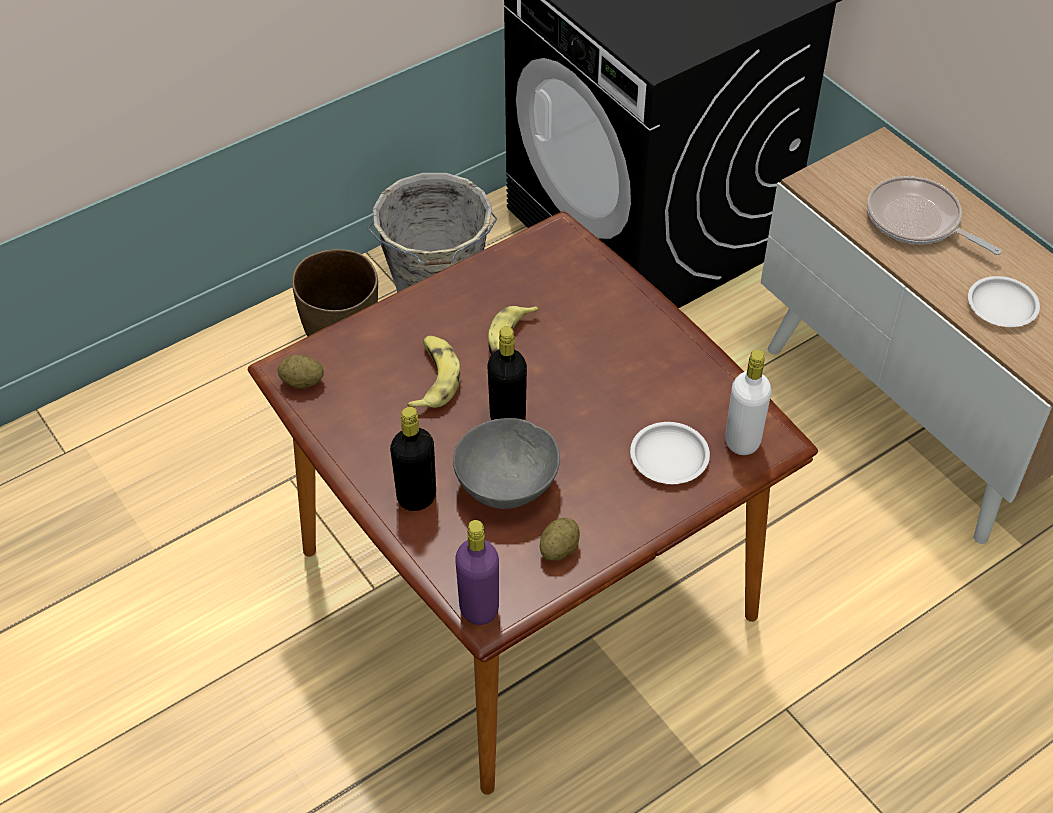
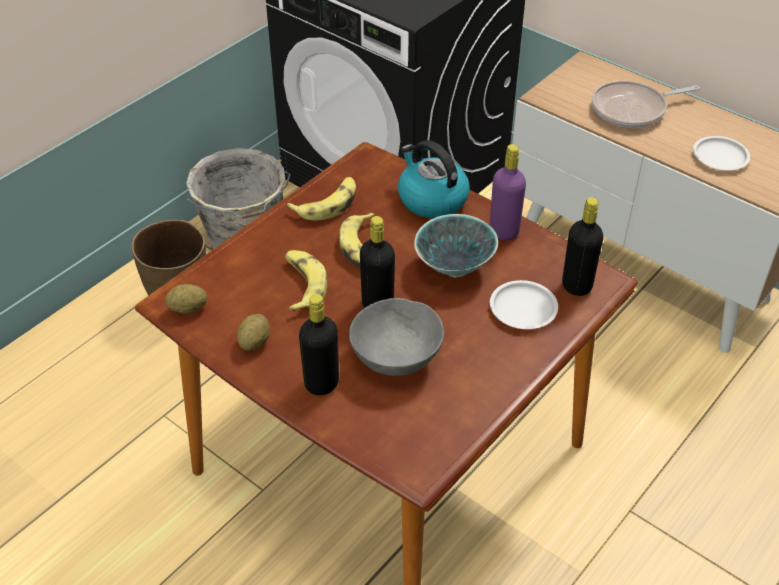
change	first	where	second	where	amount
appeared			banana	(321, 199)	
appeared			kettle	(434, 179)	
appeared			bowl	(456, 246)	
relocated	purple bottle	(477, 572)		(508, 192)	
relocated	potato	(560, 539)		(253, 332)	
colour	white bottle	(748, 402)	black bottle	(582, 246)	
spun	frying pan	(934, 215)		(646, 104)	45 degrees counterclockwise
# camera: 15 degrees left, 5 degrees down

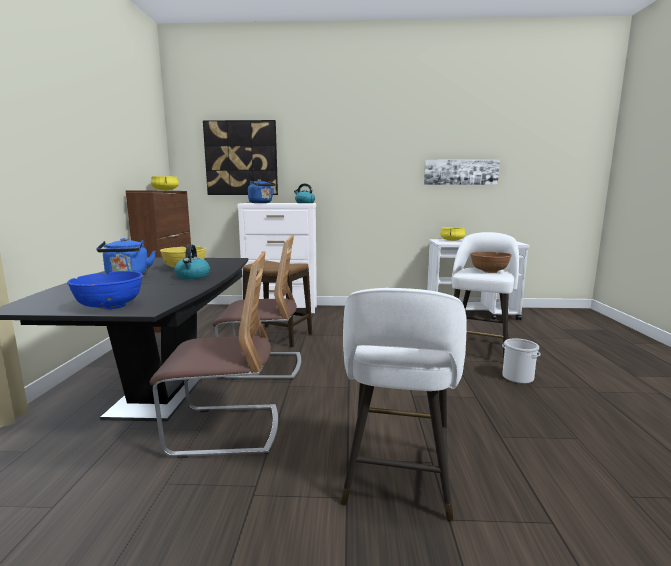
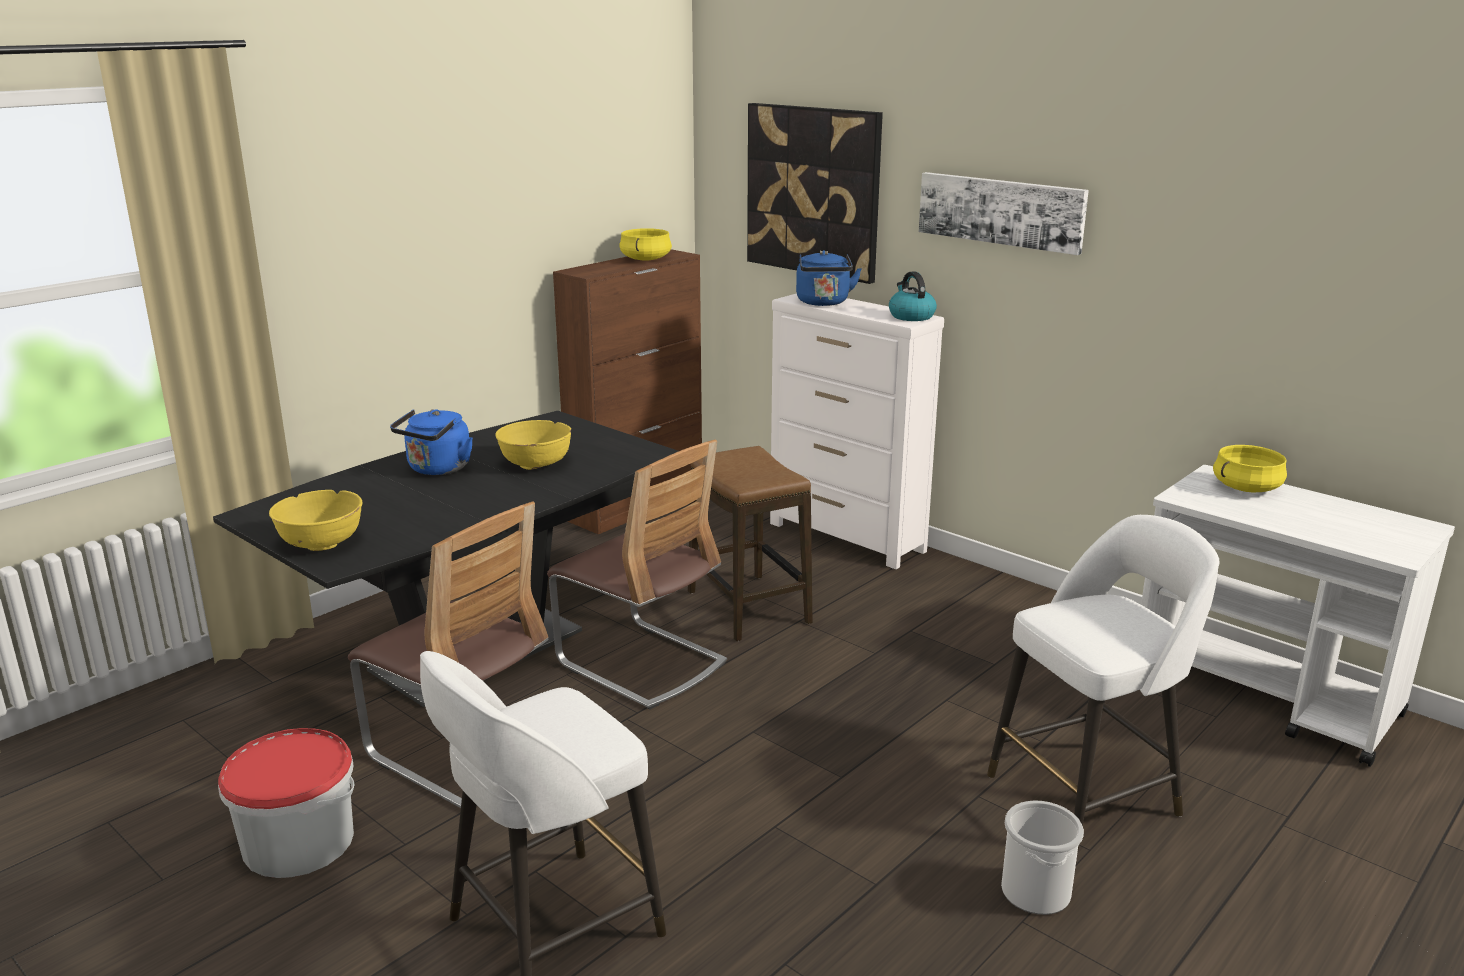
change	first	where	second	where	amount
missing	kettle	(192, 262)			
missing	brown bowl	(491, 262)			
appeared			bucket	(286, 803)	
relocated	picture	(462, 172)		(1004, 213)	
colour	blue bowl	(105, 290)	yellow bowl	(315, 520)	
# camera: 40 degrees right, 10 degrees up

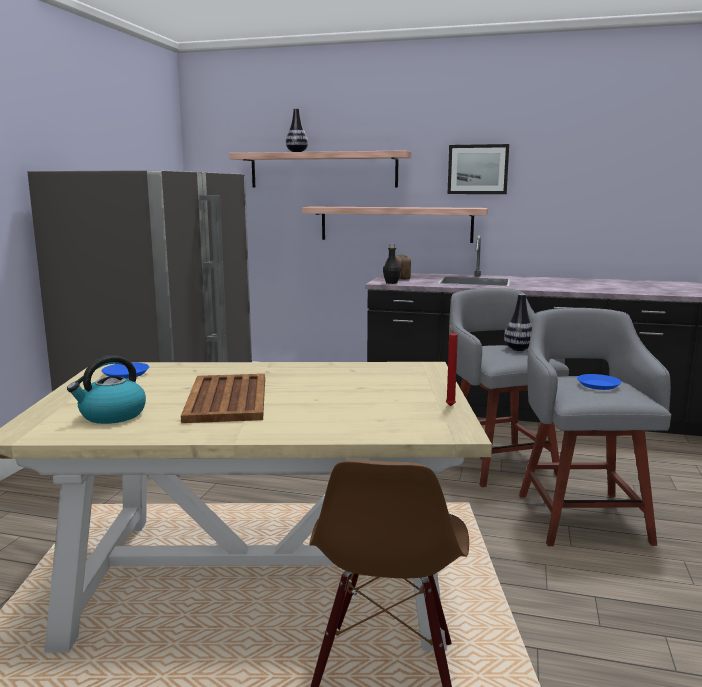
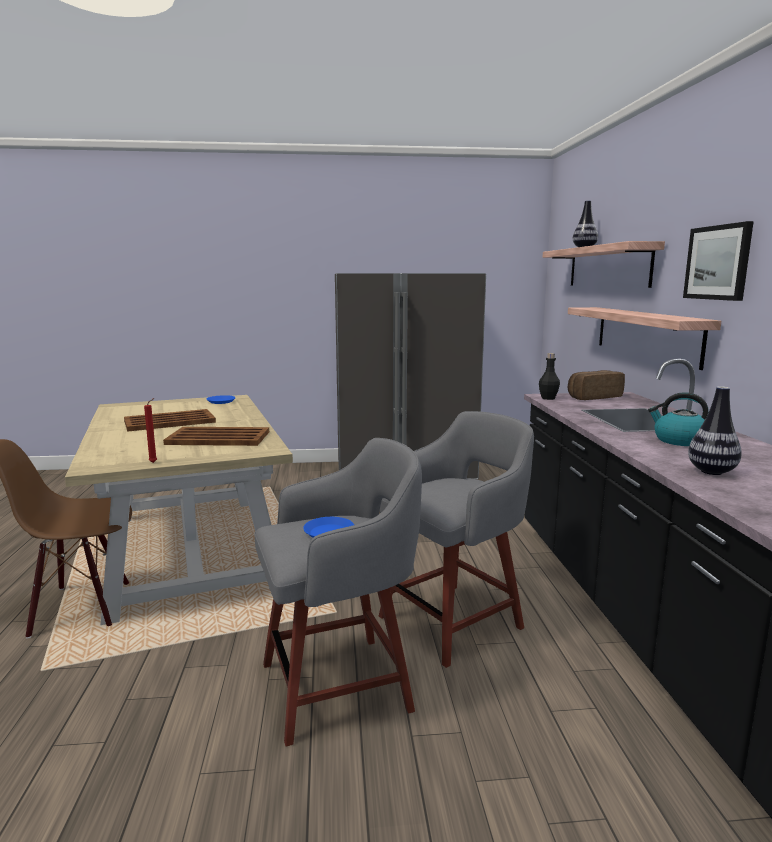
change	first	where	second	where	amount
appeared			brown tray	(216, 436)	
relocated	kettle	(106, 389)		(678, 419)	
relocated	vase	(518, 322)		(715, 430)	
# camera: 70 degrees right, 0 degrees up

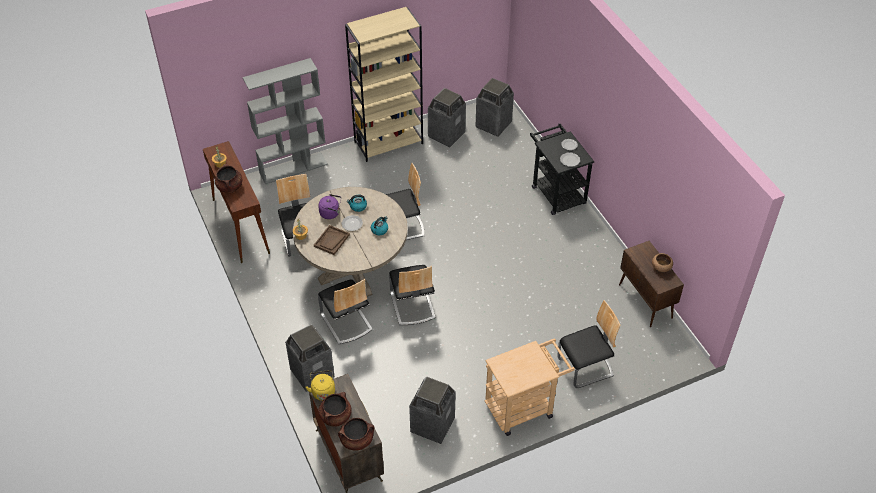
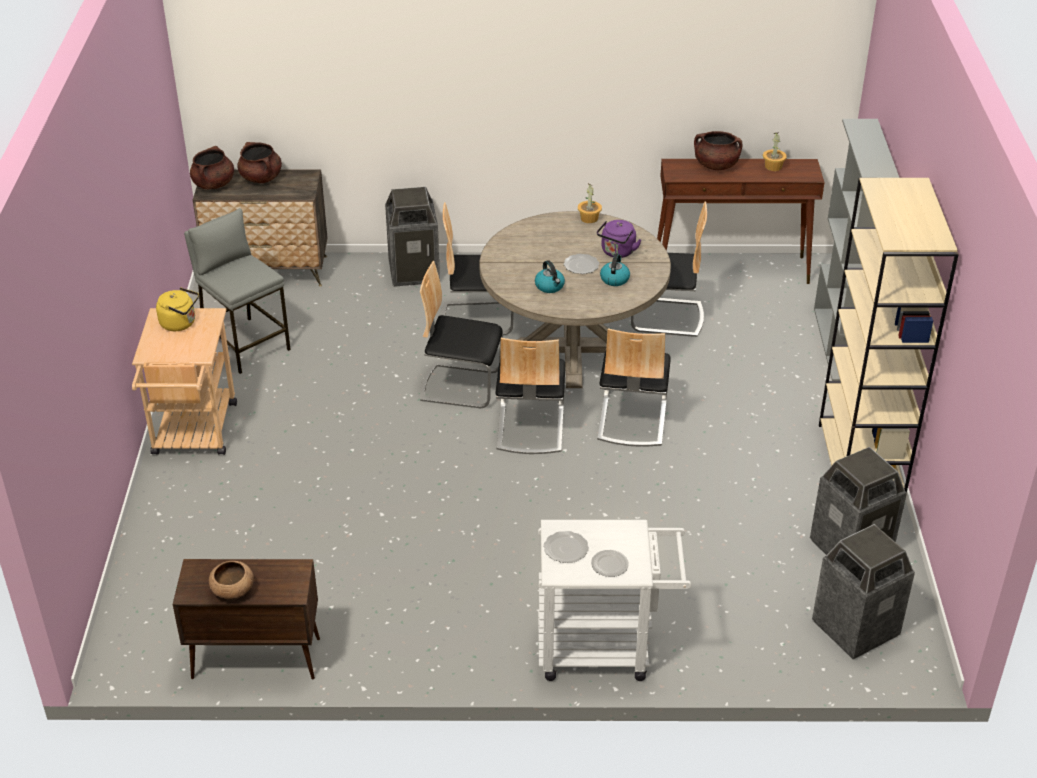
change	first	where	second	where	amount
missing	brown tray	(332, 240)			
relocated	yellow kettle	(320, 385)		(177, 309)	
relocated	chair	(589, 344)		(530, 396)	
exchanged	trash can	(432, 410)	grey stool	(237, 291)	
colour	black cart	(562, 169)	white cart	(614, 600)	
# camera: 115 degrees right, 10 degrees down

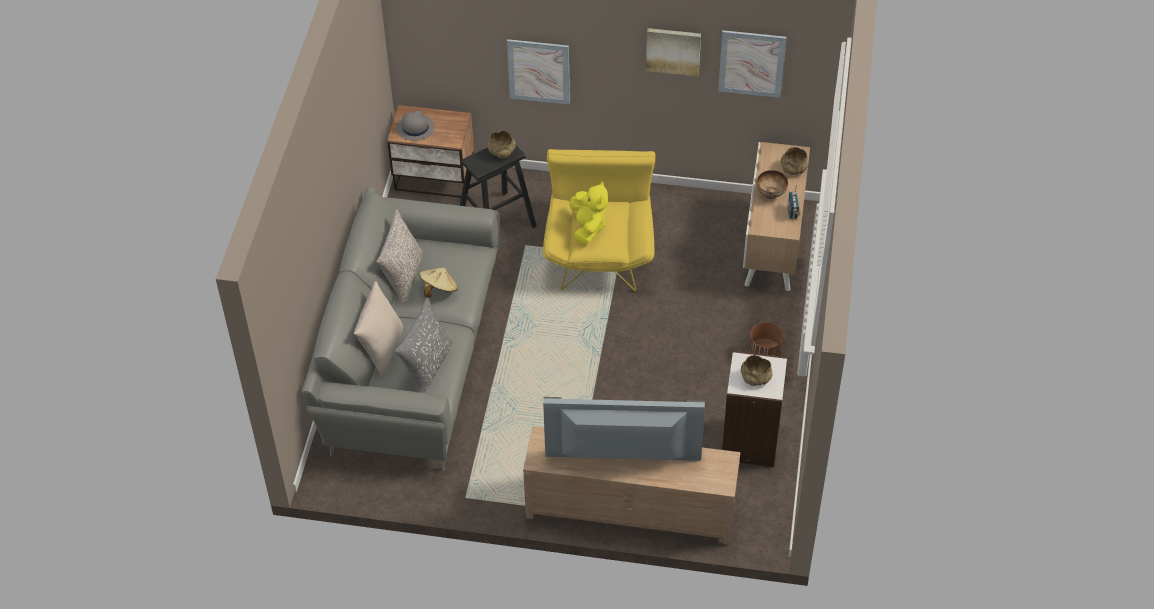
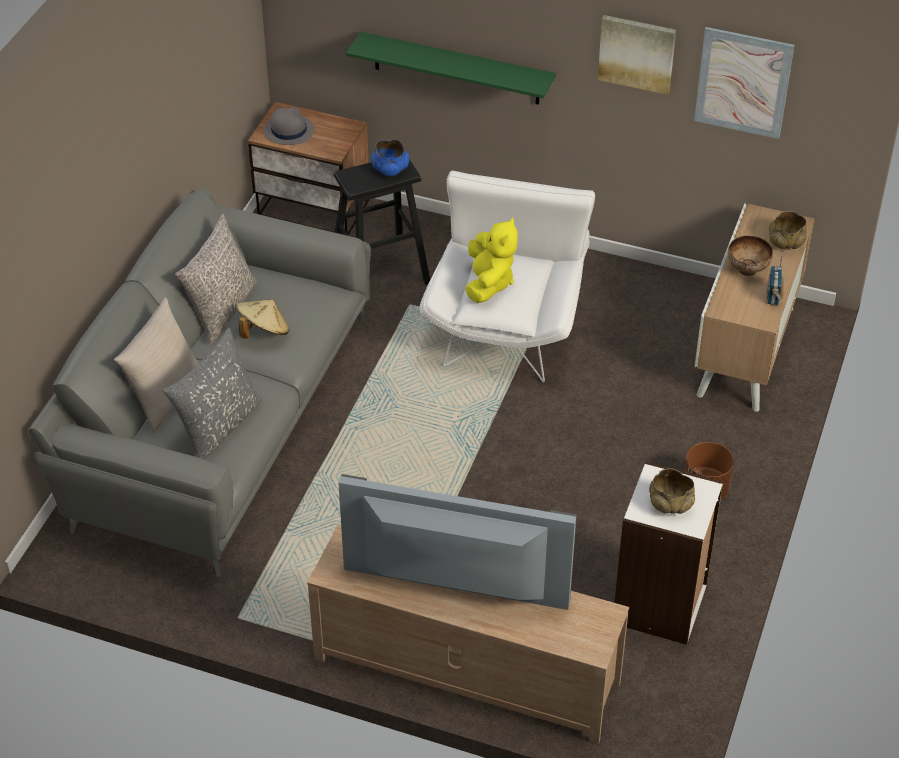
change	first	where	second	where	amount
exchanged	picture	(538, 72)	green shelf	(451, 68)	
colour	beige bowl	(501, 144)	blue bowl	(390, 157)	
colour	yellow armchair	(599, 220)	white armchair	(507, 276)	
# camera: 10 degrees right, 5 degrees down

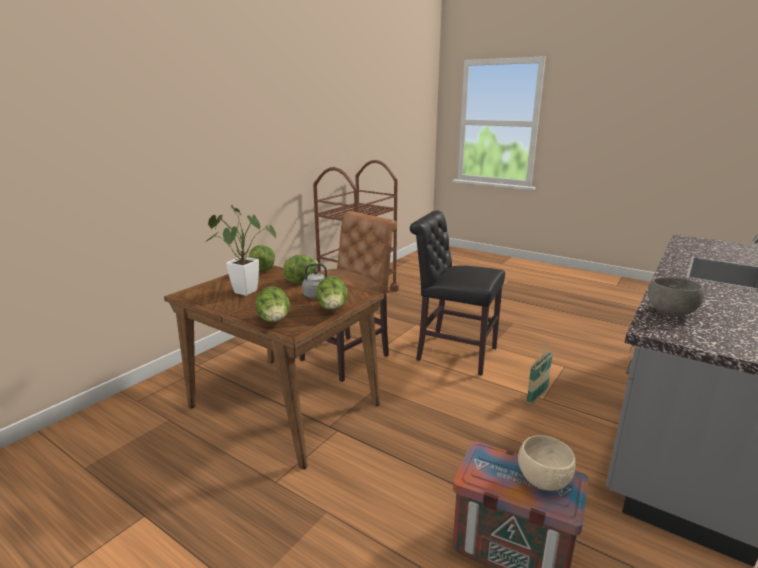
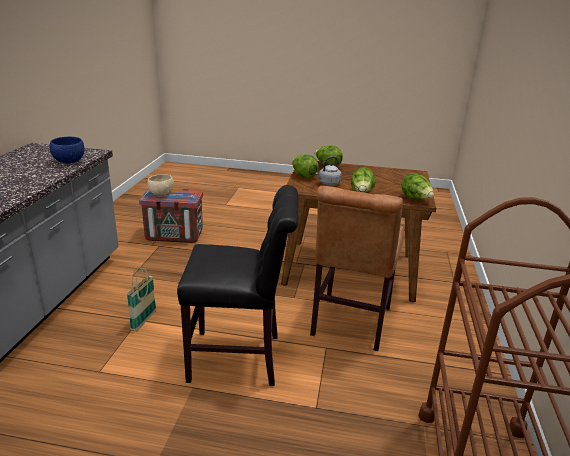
change	first	where	second	where	amount
missing	potted plant	(241, 250)			
colour	grey bowl	(676, 296)	blue bowl	(67, 150)	
# camera: 155 degrees right, 5 degrees up

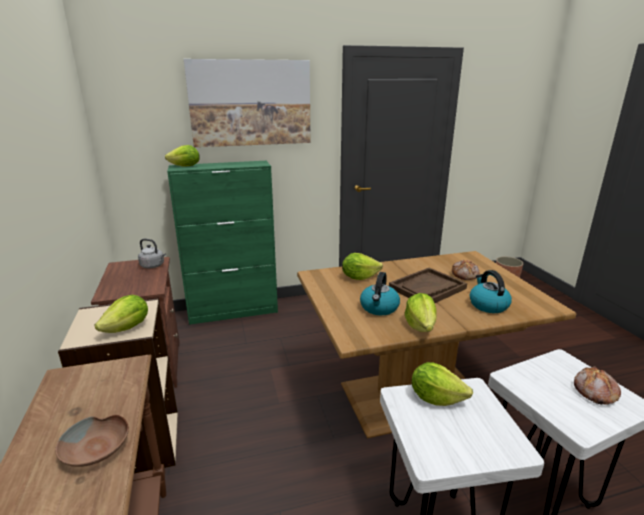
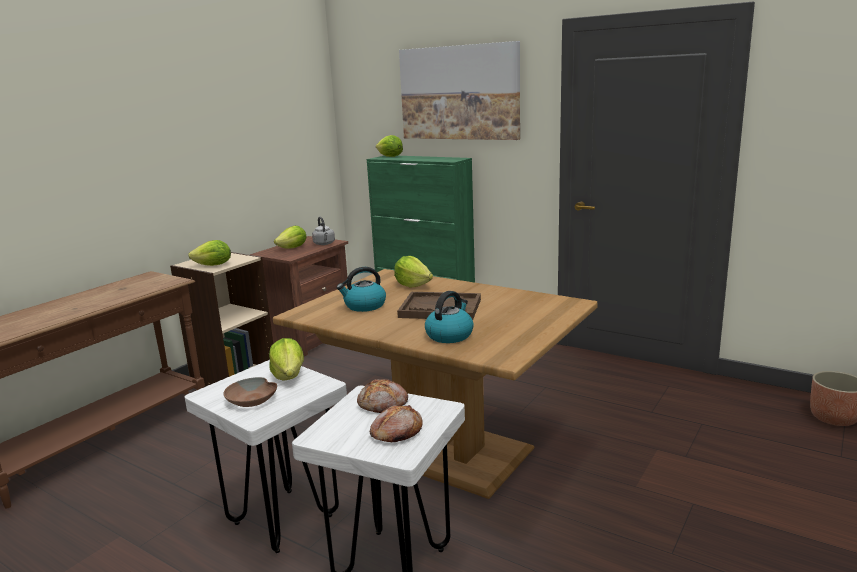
change	first	where	second	where	amount
relocated	brown bowl	(92, 441)		(250, 392)	
relocated	lettuce	(421, 312)		(290, 237)	
relocated	bread	(465, 270)		(382, 396)	
# camera: 50 degrees right, 5 degrees down

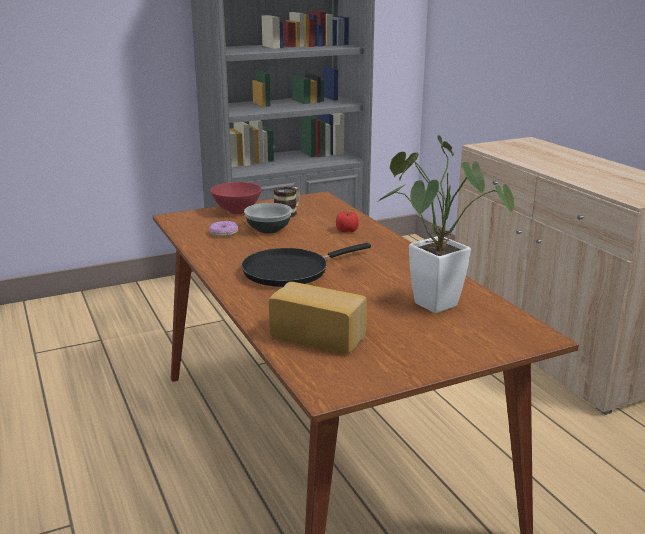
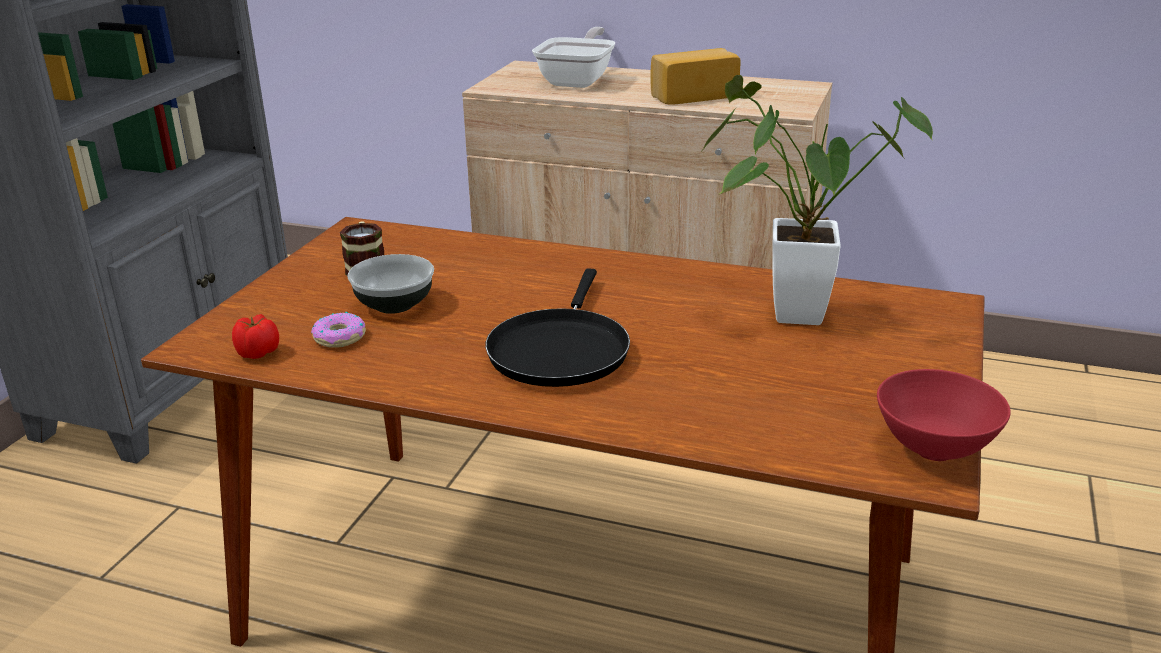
change	first	where	second	where	amount
appeared			frying pan	(573, 57)	
relocated	red bowl	(236, 198)		(944, 415)	
relocated	bread	(318, 318)		(695, 76)	
relocated	tomato	(347, 222)		(255, 336)	
# camera: 45 degrees left, 5 degrees up

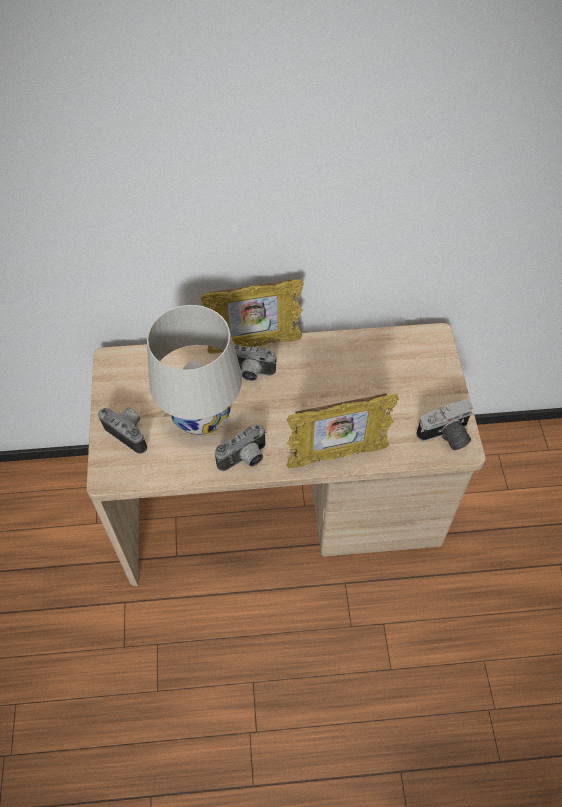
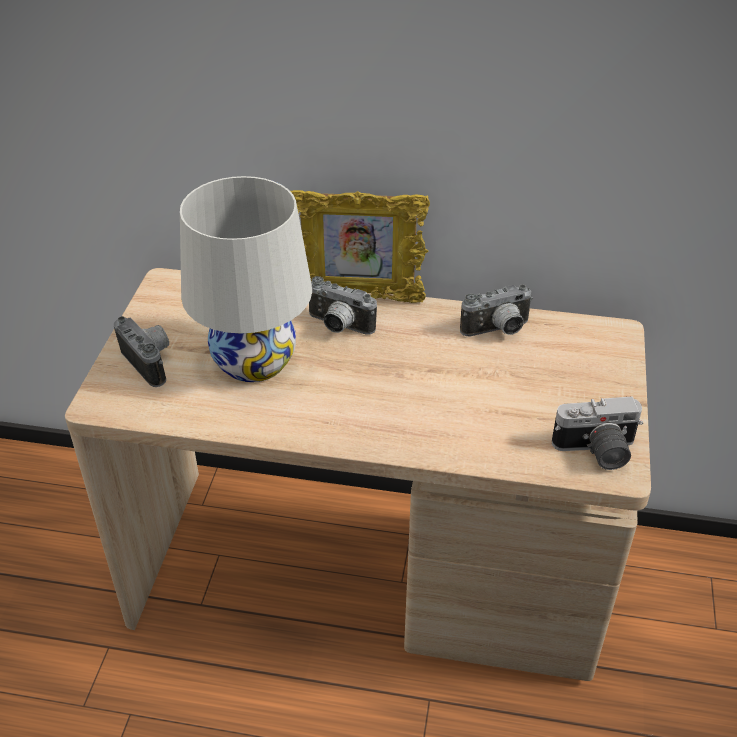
change	first	where	second	where	amount
missing	picture frame	(342, 431)			
relocated	photo camera	(241, 448)		(496, 310)	
# camera: 15 degrees right, 15 degrees down

